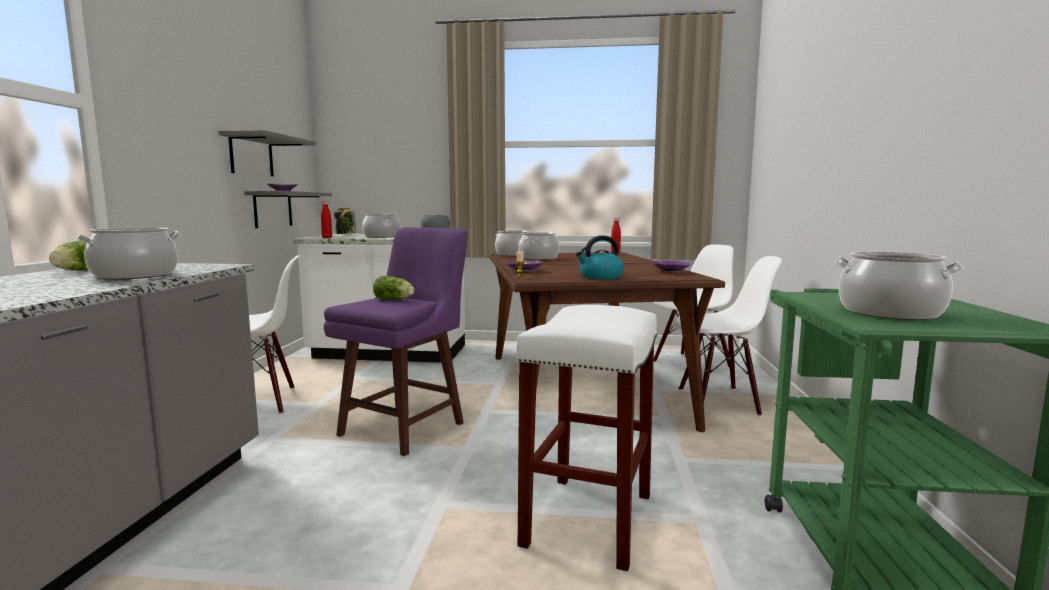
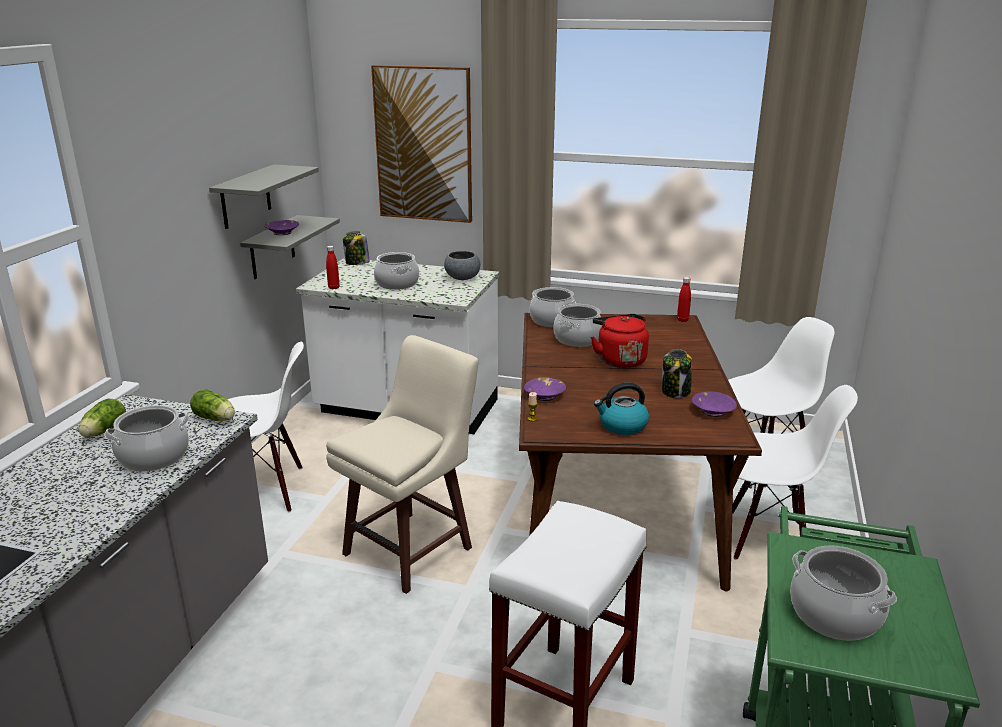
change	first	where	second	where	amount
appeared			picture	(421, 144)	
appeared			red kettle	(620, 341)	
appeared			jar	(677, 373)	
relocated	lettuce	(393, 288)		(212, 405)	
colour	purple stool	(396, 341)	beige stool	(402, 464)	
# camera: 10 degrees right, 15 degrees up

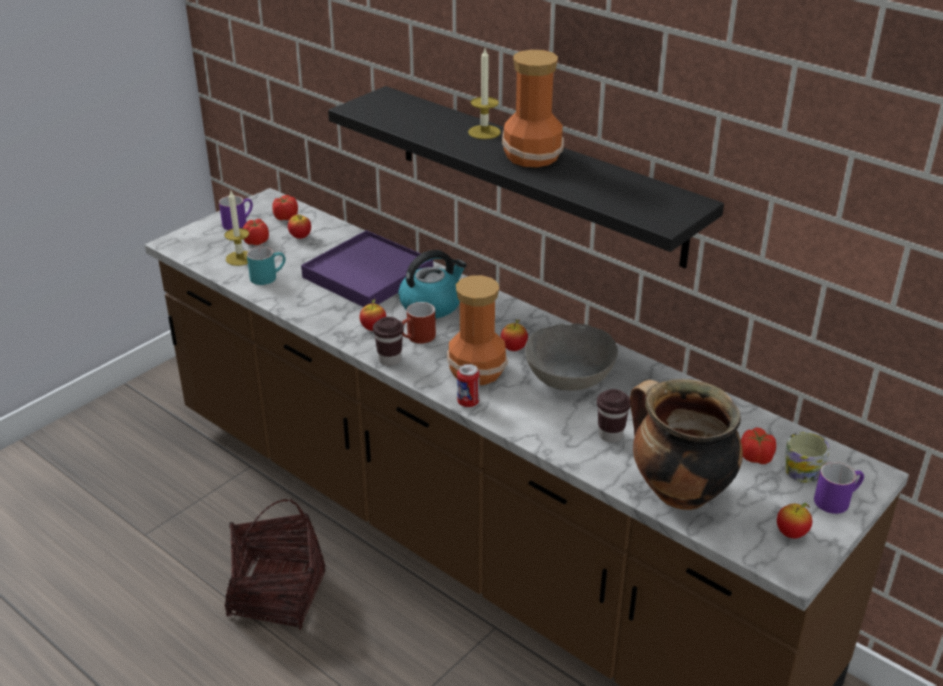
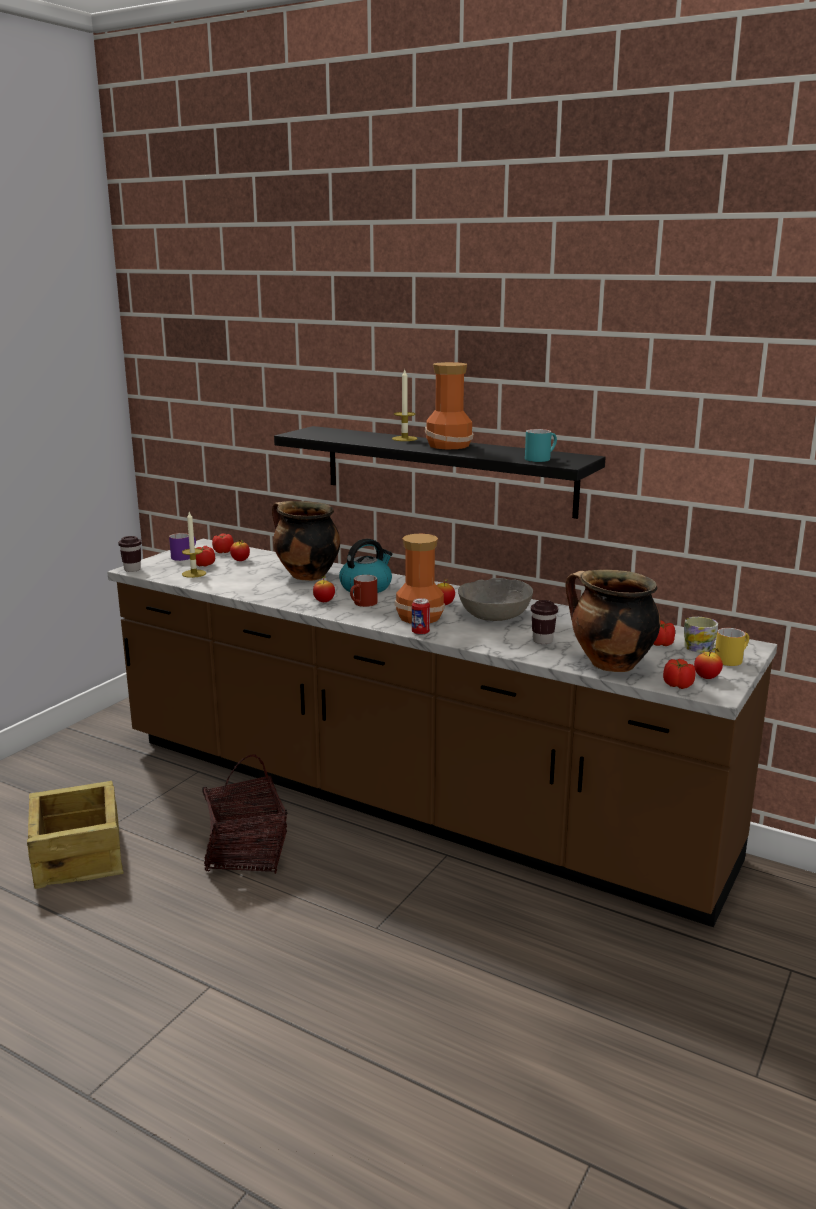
change	first	where	second	where	amount
appeared			crate	(75, 835)	
appeared			tomato	(679, 674)	
relocated	turquoise mug	(266, 266)		(541, 445)	
relocated	brown cup	(388, 341)		(129, 554)	
exchanged	purple tray	(367, 268)	cooking pot	(306, 541)	
colour	purple mug	(839, 488)	yellow mug	(732, 647)	
# camera: 10 degrees left, 15 degrees down

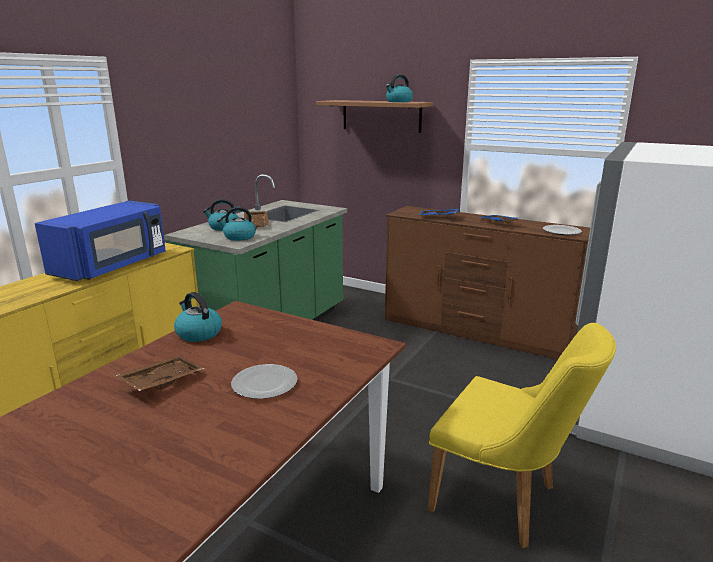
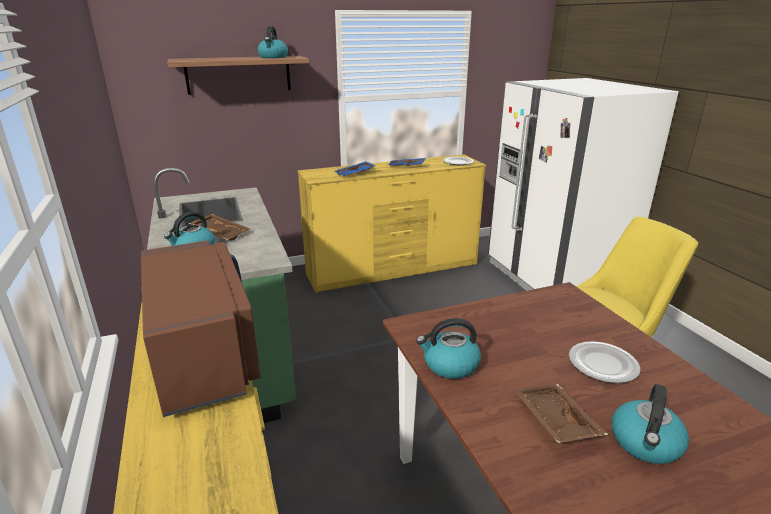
change	first	where	second	where	amount
relocated	kettle	(236, 224)		(650, 424)	
colour	blue microwave	(100, 241)	brown microwave	(201, 328)	
colour	brown dresser	(487, 282)	yellow dresser	(391, 224)	
# camera: 50 degrees left, 5 degrees up

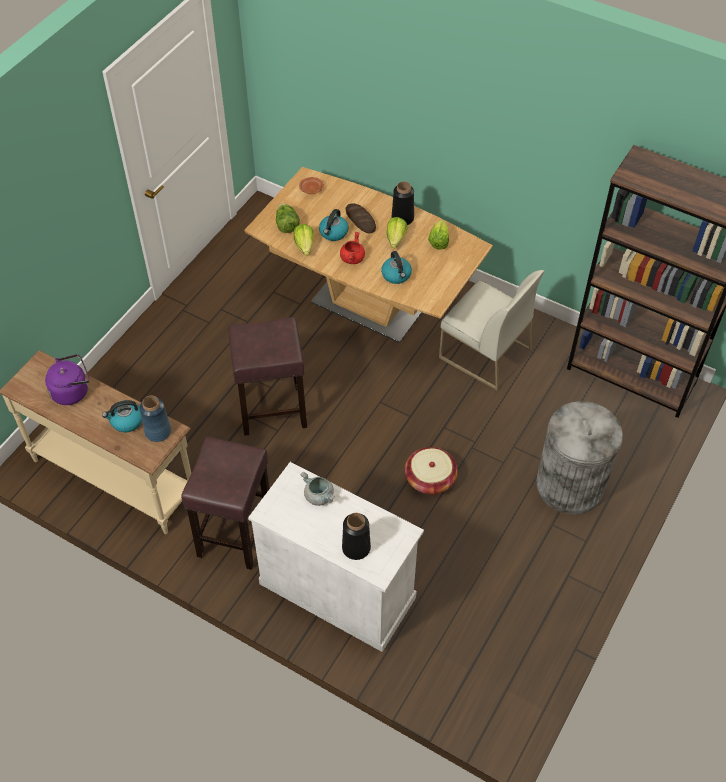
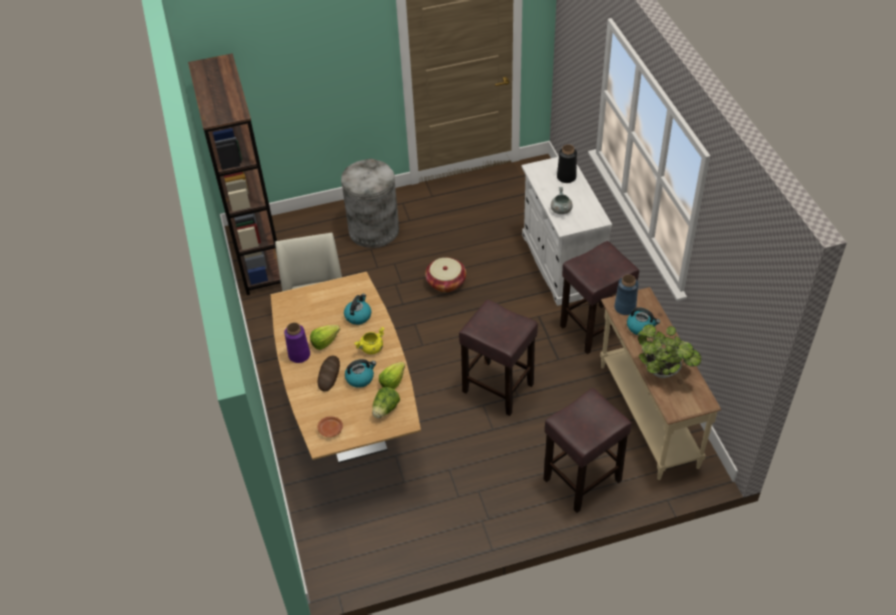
change	first	where	second	where	amount
missing	lettuce	(438, 234)			
appeared			brown stool	(588, 450)	
exchanged	purple kettle	(67, 379)	potted plant	(669, 351)	
colour	red cooking pot	(352, 248)	yellow cooking pot	(369, 340)	
colour	black vase	(403, 203)	purple vase	(297, 343)	
# camera: 135 degrees left, 5 degrees down

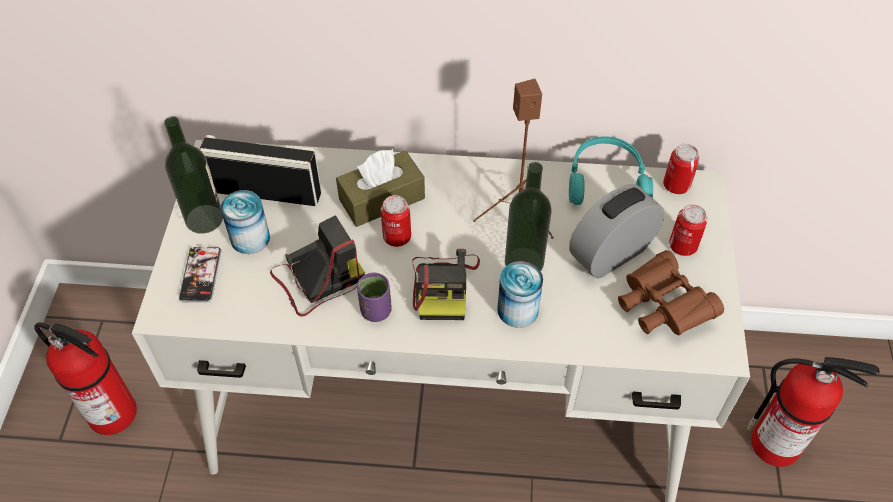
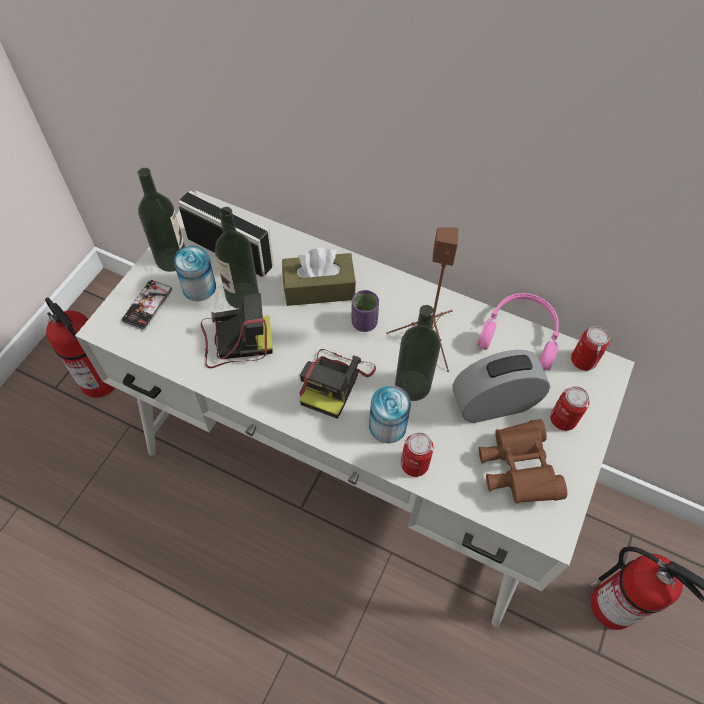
change	first	where	second	where	amount
appeared			bottle	(237, 258)	
relocated	purple cup	(374, 297)		(365, 311)	
relocated	can	(396, 221)		(417, 454)	
colour	turquoise headphones	(611, 170)	pink headphones	(518, 332)	
# camera: 20 degrees right, 5 degrees up

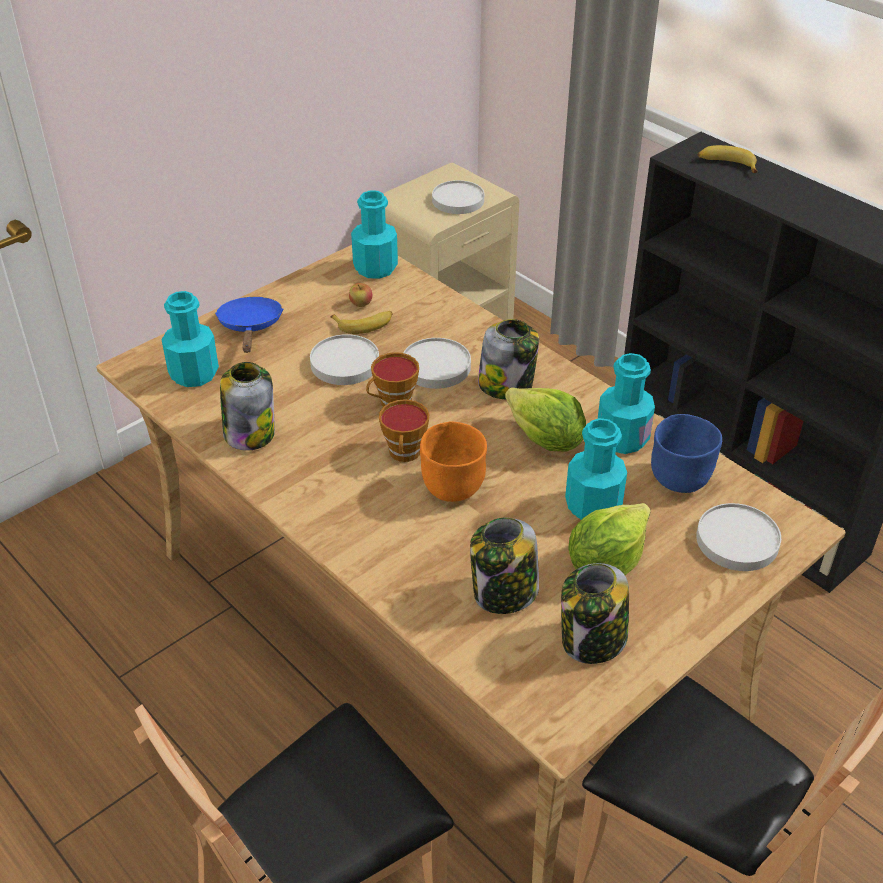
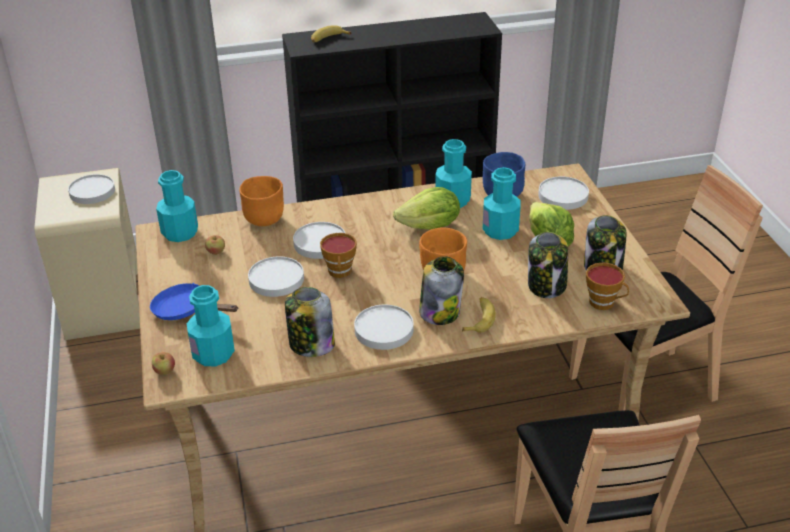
change	first	where	second	where	amount
appeared			apple	(163, 363)	
appeared			orange bowl	(261, 201)	
appeared			white plate	(384, 327)	
relocated	banana	(361, 322)		(479, 315)	
relocated	cup	(404, 430)		(607, 286)	
relocated	jar	(508, 359)		(441, 290)	
# camera: 60 degrees left, 5 degrees down

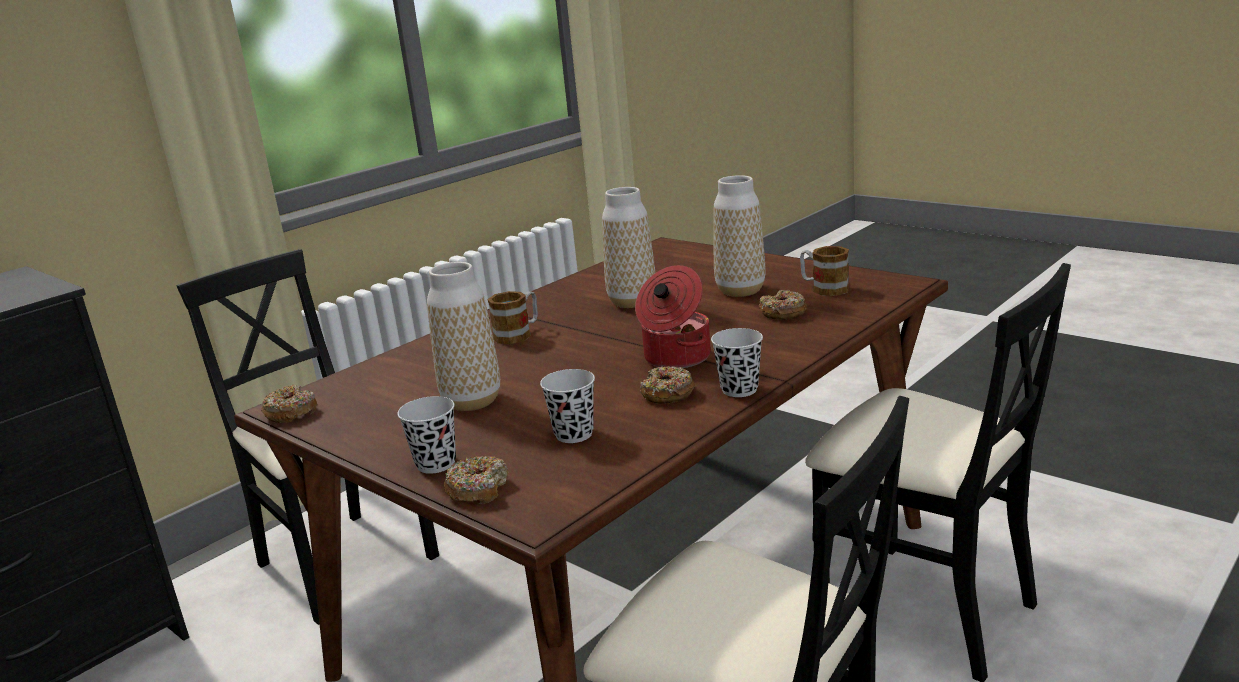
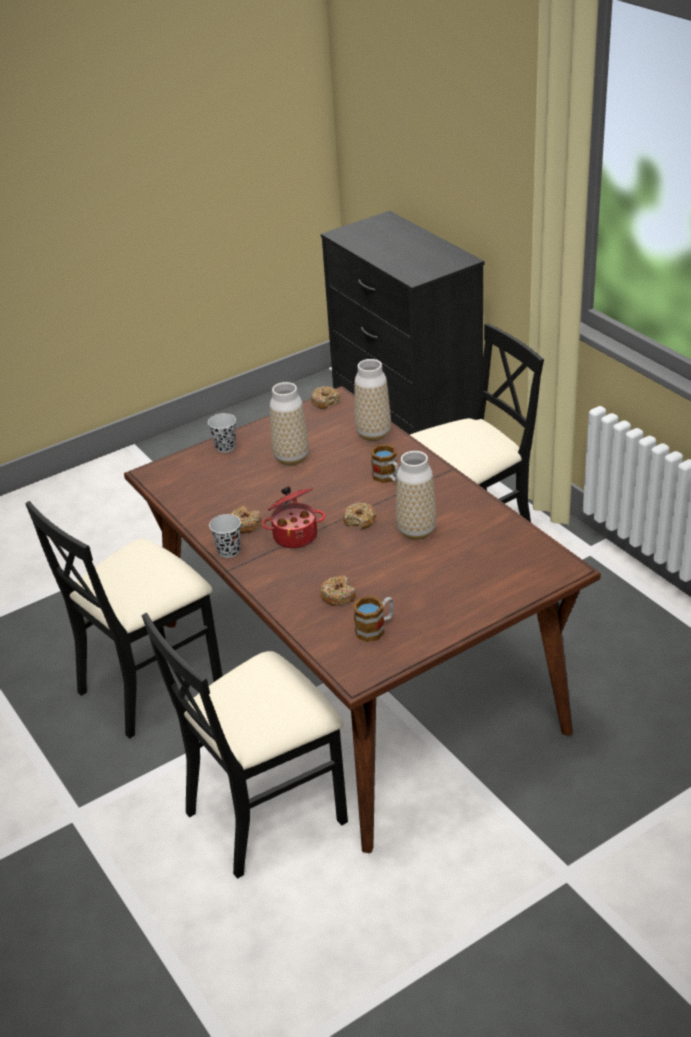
change	first	where	second	where	amount
missing	black cup	(567, 406)			
relocated	donut	(476, 480)		(359, 516)	
relocated	vase	(739, 236)		(372, 400)	
# camera: 105 degrees right, 15 degrees up

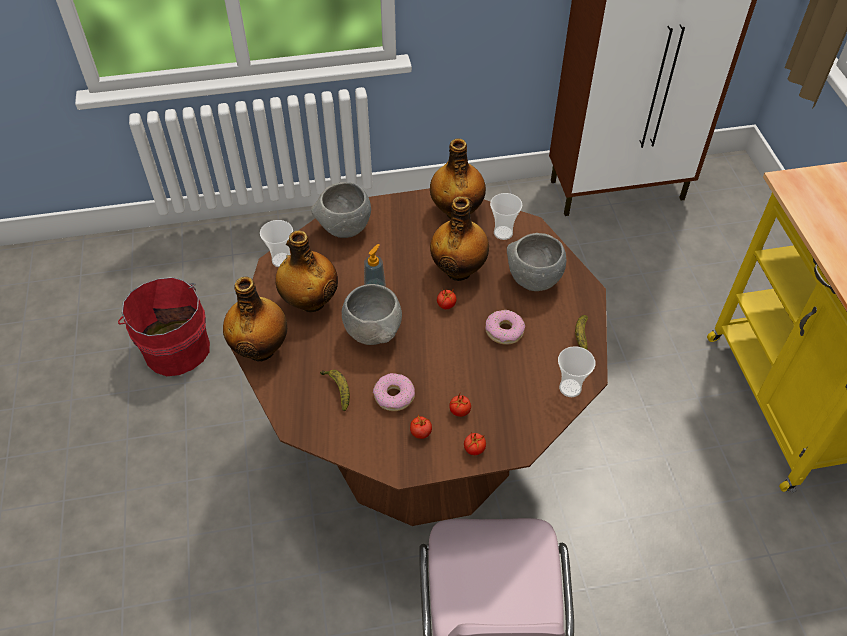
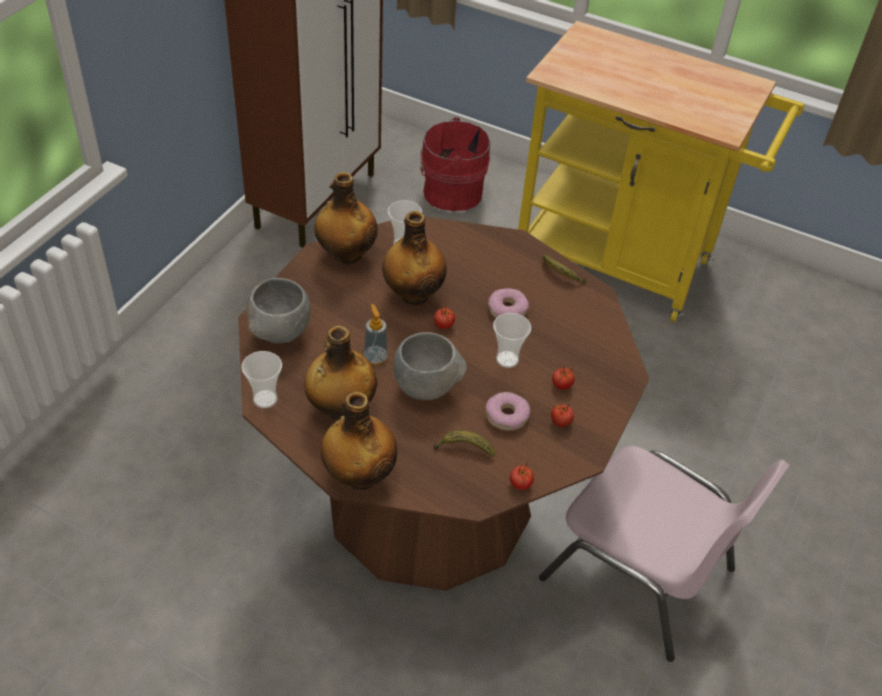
change	first	where	second	where	amount
missing	grey bowl	(536, 262)			
relocated	red bucket	(164, 326)		(455, 164)	
relocated	tomato	(475, 443)		(522, 476)	
relocated	cup	(576, 371)		(512, 340)	
# camera: 55 degrees left, 5 degrees down

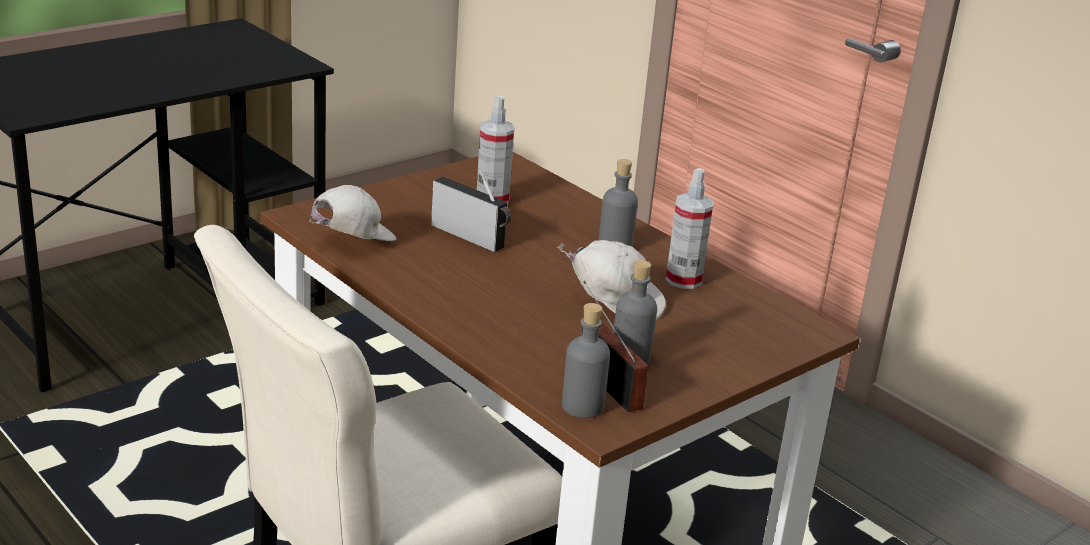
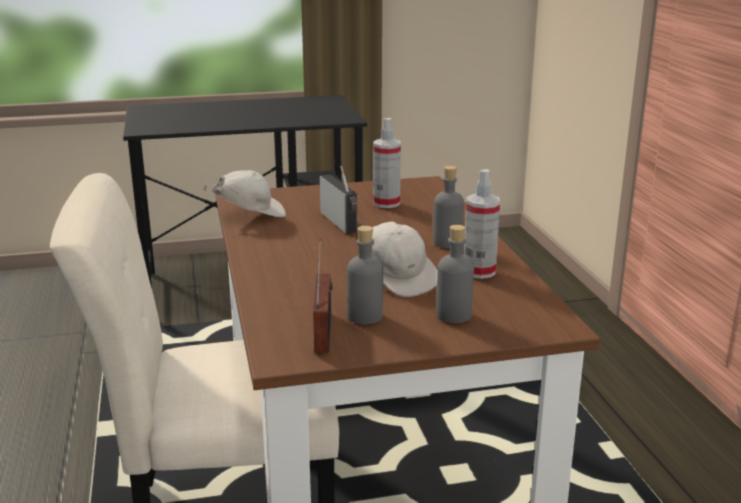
change	first	where	second	where	amount
relocated	grey bottle	(586, 360)		(455, 274)	
# camera: 30 degrees right, 5 degrees down

